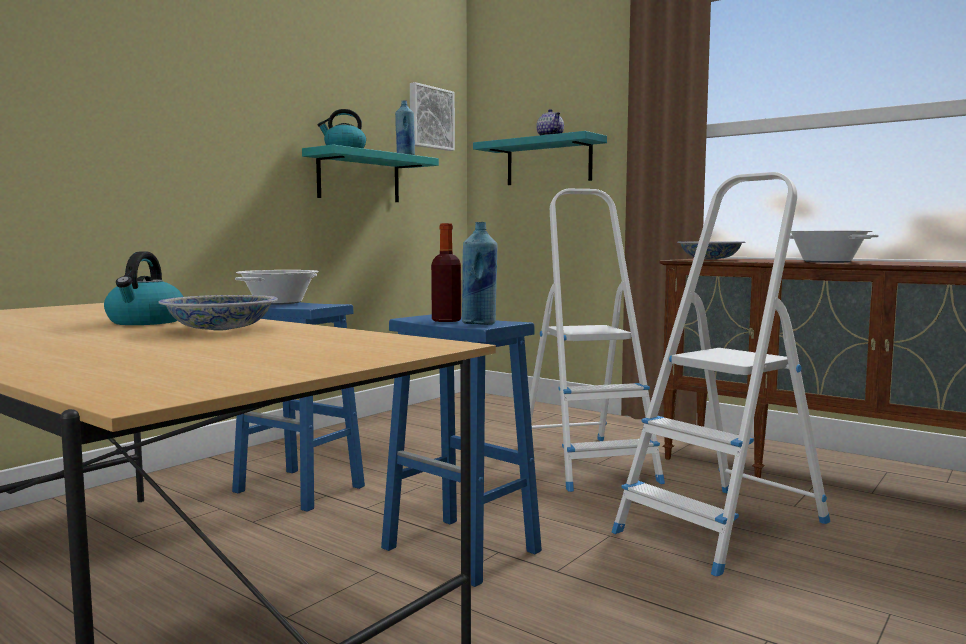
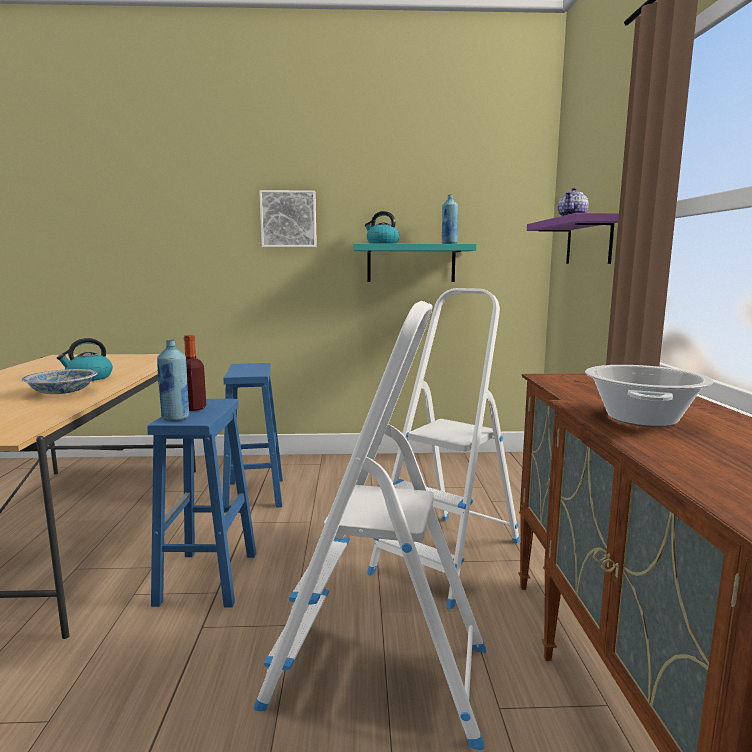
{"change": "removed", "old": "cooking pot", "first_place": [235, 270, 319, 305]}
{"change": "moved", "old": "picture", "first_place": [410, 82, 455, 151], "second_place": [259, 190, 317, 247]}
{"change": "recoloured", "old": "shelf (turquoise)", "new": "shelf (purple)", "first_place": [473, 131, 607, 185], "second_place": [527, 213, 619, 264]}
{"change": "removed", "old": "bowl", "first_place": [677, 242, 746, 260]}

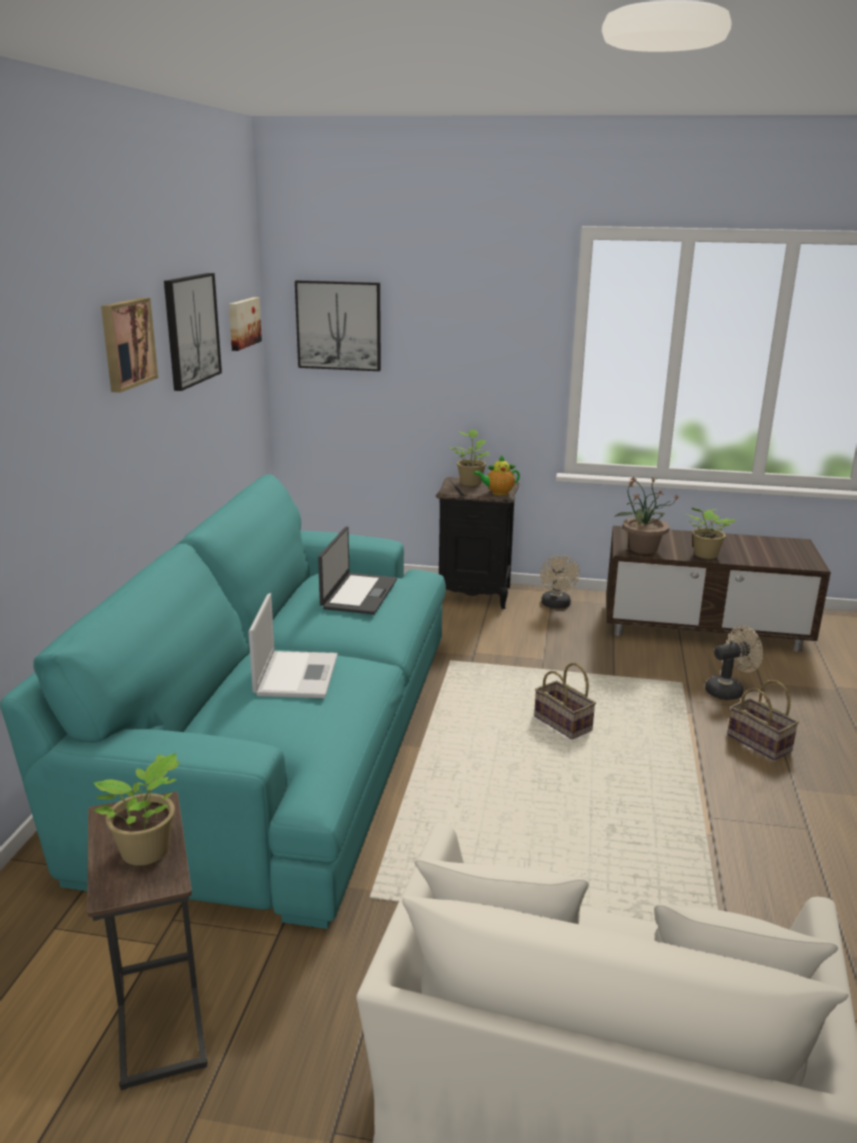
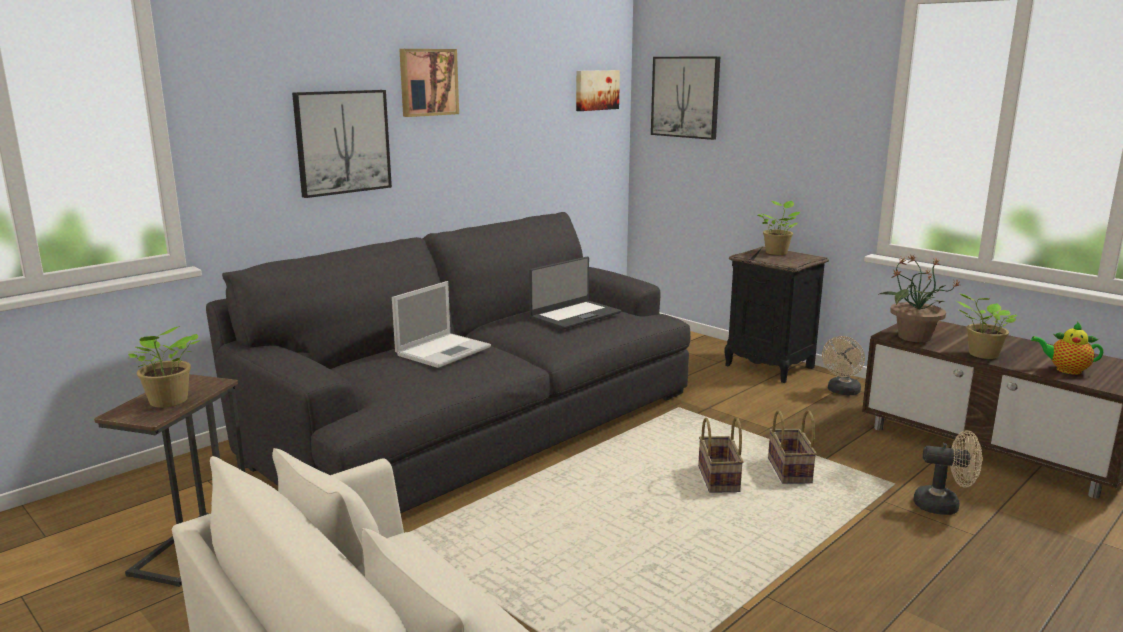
{"change": "recoloured", "old": "sofa (turquoise)", "new": "sofa (grey)", "first_place": [1, 474, 446, 929], "second_place": [206, 212, 691, 513]}
{"change": "moved", "old": "picture", "first_place": [164, 273, 222, 391], "second_place": [292, 90, 392, 198]}
{"change": "moved", "old": "teapot", "first_place": [473, 455, 520, 495], "second_place": [1031, 322, 1103, 375]}
{"change": "moved", "old": "basket", "first_place": [727, 680, 799, 760], "second_place": [768, 410, 817, 484]}

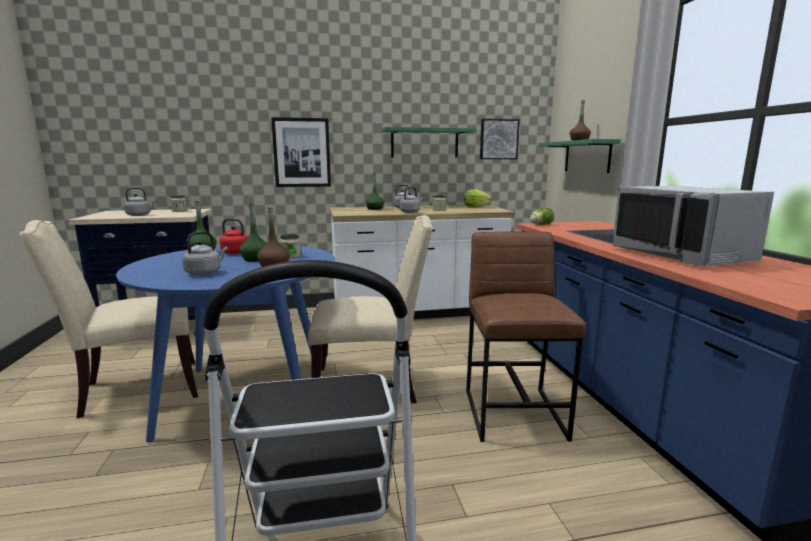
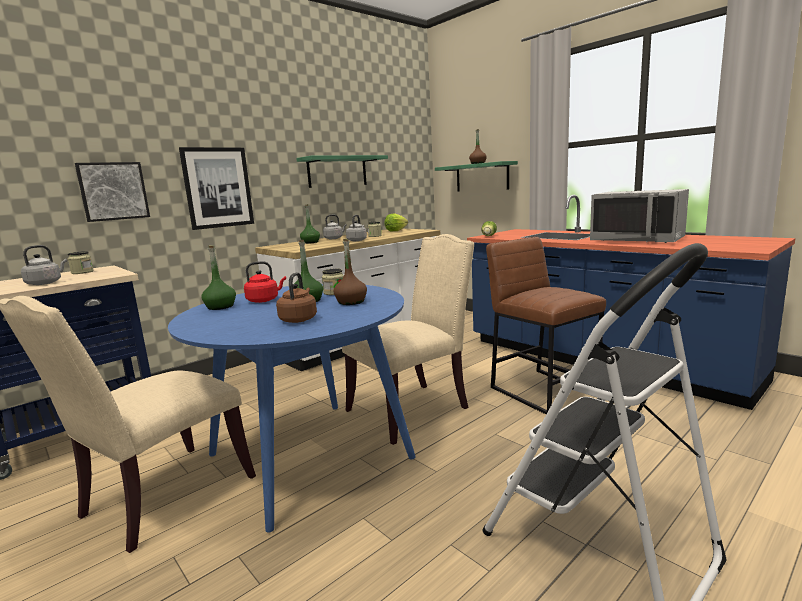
{"change": "recoloured", "old": "kettle (grey)", "new": "kettle (brown)", "first_place": [182, 231, 228, 275], "second_place": [276, 272, 317, 323]}
{"change": "moved", "old": "picture", "first_place": [480, 119, 520, 159], "second_place": [75, 162, 150, 222]}

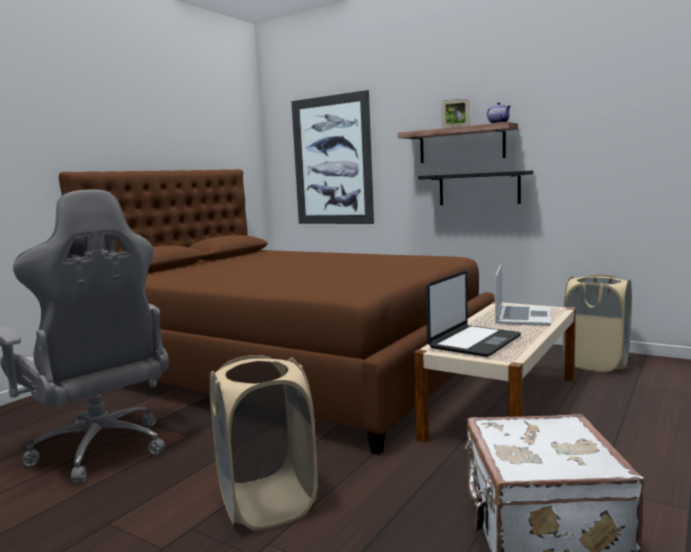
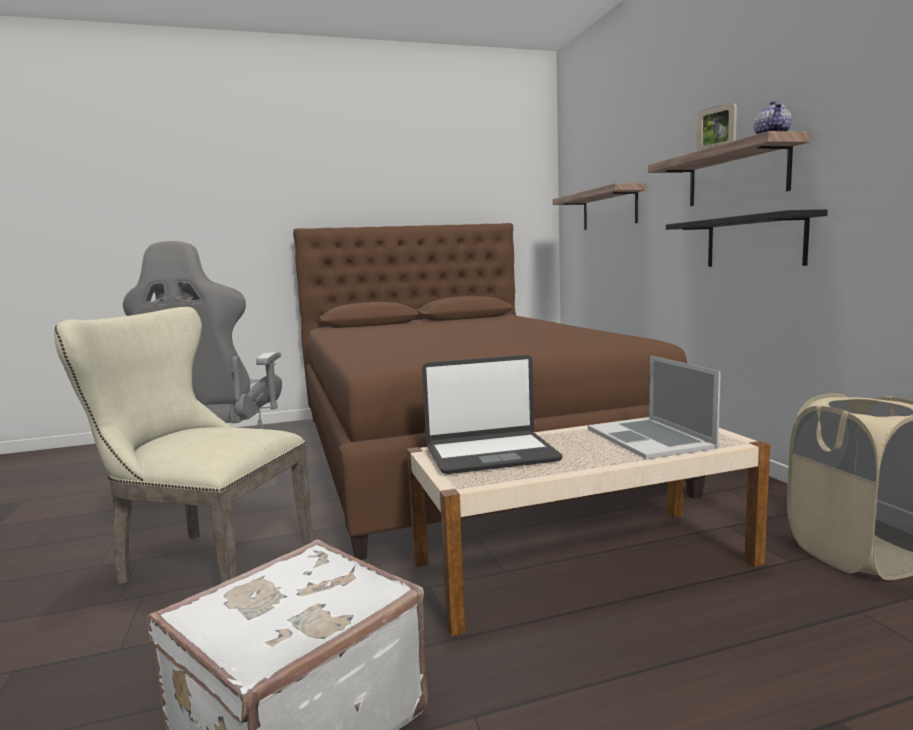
{"change": "replaced", "old": "laundry basket (beige)", "new": "chair (beige)", "first_place": [210, 355, 318, 530], "second_place": [54, 307, 314, 584]}
{"change": "replaced", "old": "picture", "new": "shelf", "first_place": [291, 90, 374, 224], "second_place": [553, 183, 646, 230]}
{"change": "turned", "old": "laptop", "first_place": [495, 264, 551, 326], "second_place": [588, 355, 721, 459], "degrees": 105}

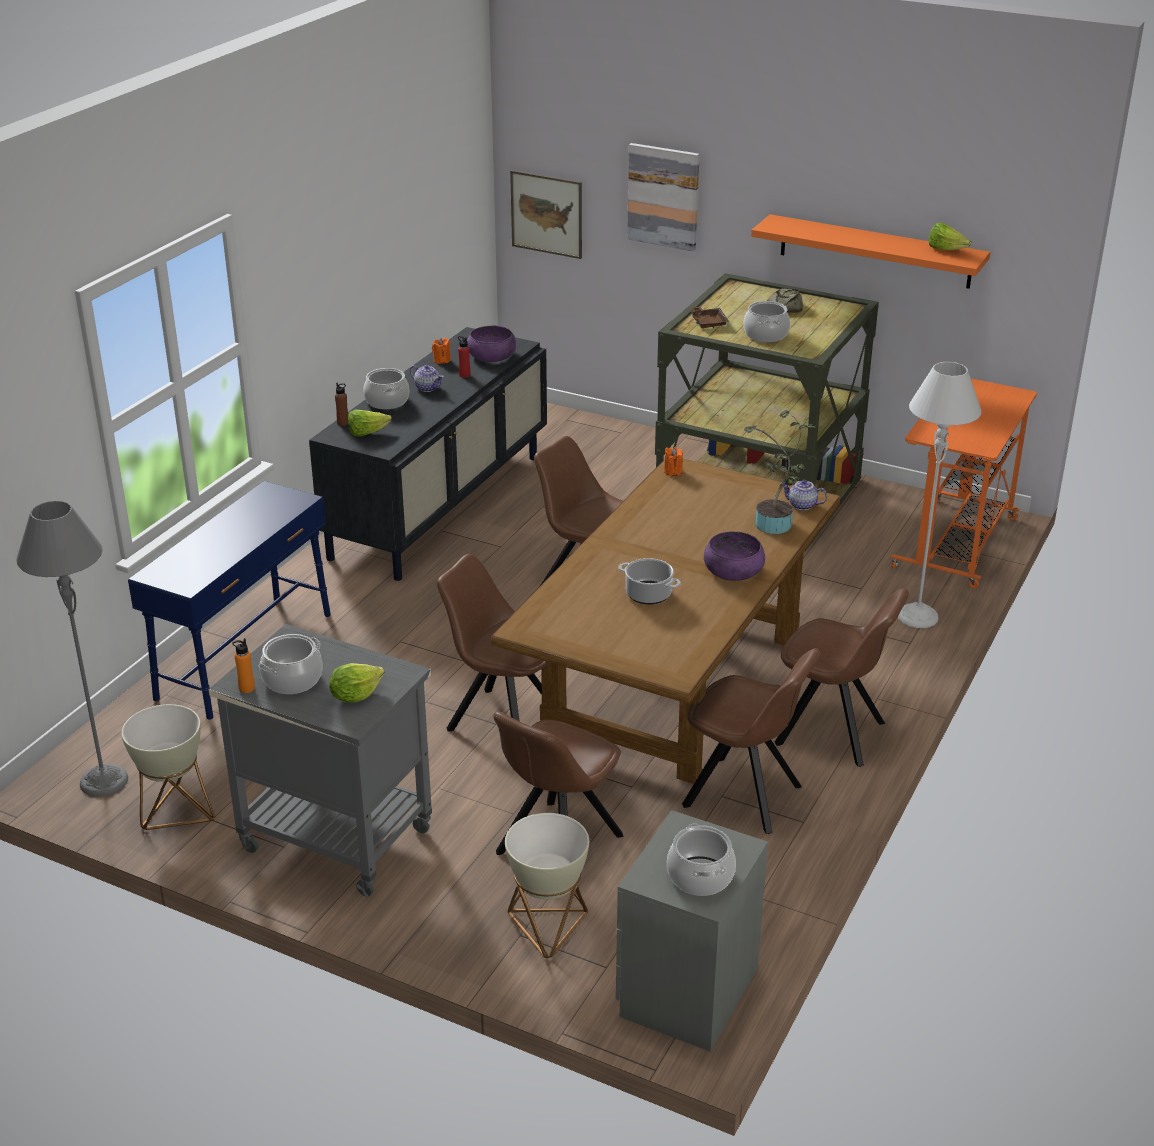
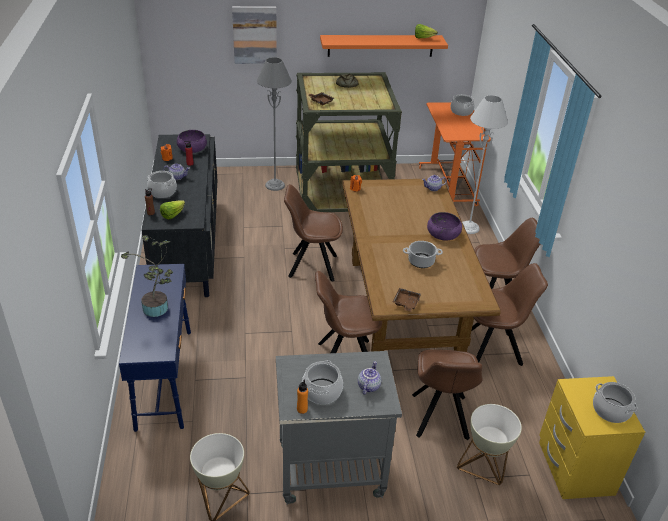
{"change": "moved", "old": "floor lamp (grey)", "first_place": [16, 501, 128, 797], "second_place": [257, 57, 292, 191]}
{"change": "replaced", "old": "lettuce", "new": "teapot", "first_place": [329, 663, 384, 703], "second_place": [358, 361, 381, 394]}
{"change": "removed", "old": "picture", "first_place": [510, 170, 582, 259]}
{"change": "recoloured", "old": "nightstand (grey)", "new": "nightstand (yellow)", "first_place": [616, 810, 768, 1052], "second_place": [539, 376, 645, 499]}
{"change": "moved", "old": "cooking pot", "first_place": [744, 301, 790, 342], "second_place": [451, 94, 474, 116]}
{"change": "moved", "old": "potted plant", "first_place": [744, 411, 814, 534], "second_place": [121, 235, 173, 317]}
{"change": "added", "new": "tray (brown)", "second_place": [393, 288, 422, 312]}

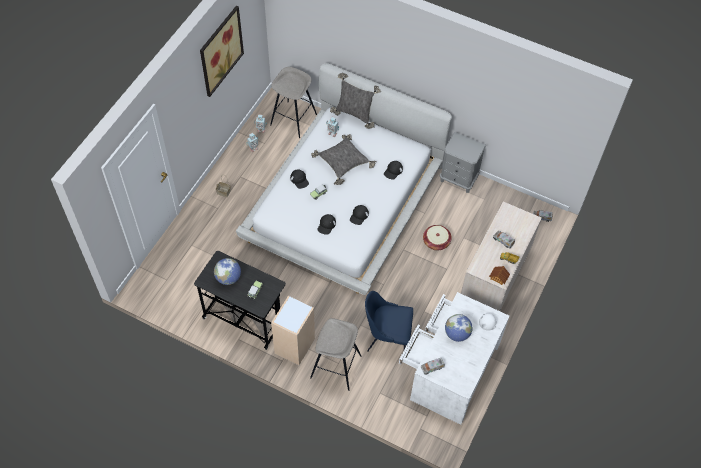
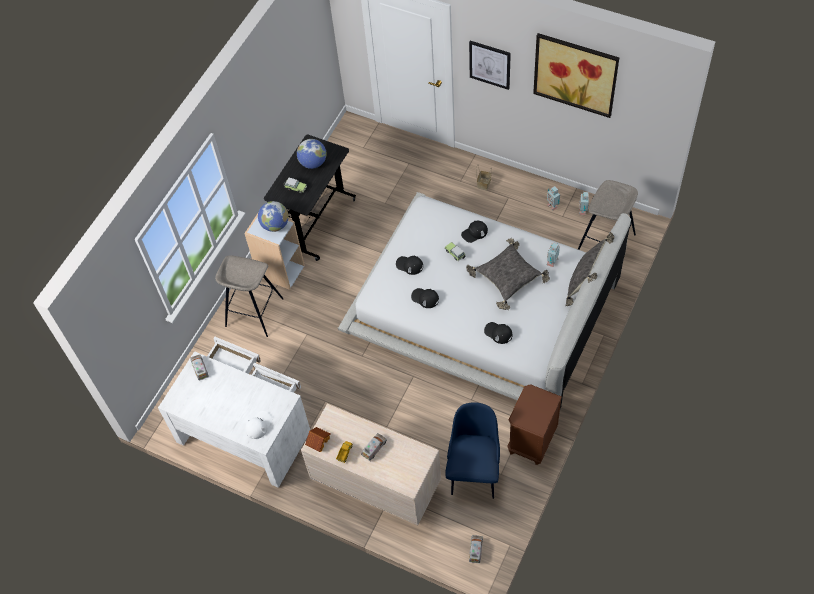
{"change": "moved", "old": "chair (blue)", "first_place": [365, 291, 413, 352], "second_place": [445, 402, 500, 499]}
{"change": "removed", "old": "basket", "first_place": [423, 225, 452, 251]}
{"change": "recoloured", "old": "nightstand (grey)", "new": "nightstand (brown)", "first_place": [440, 132, 486, 193], "second_place": [507, 384, 562, 465]}
{"change": "moved", "old": "globe", "first_place": [445, 314, 473, 342], "second_place": [258, 201, 289, 232]}
{"change": "added", "new": "picture", "second_place": [469, 41, 511, 90]}

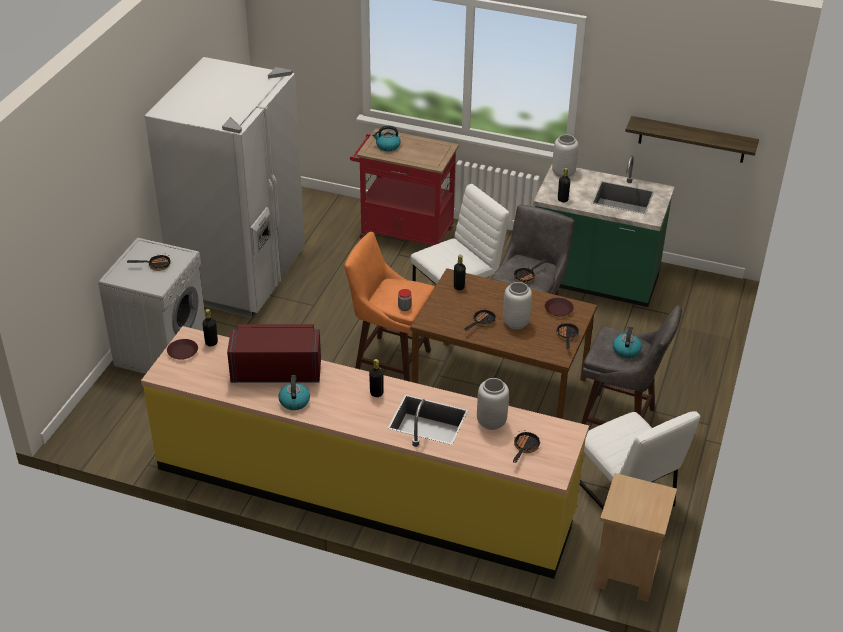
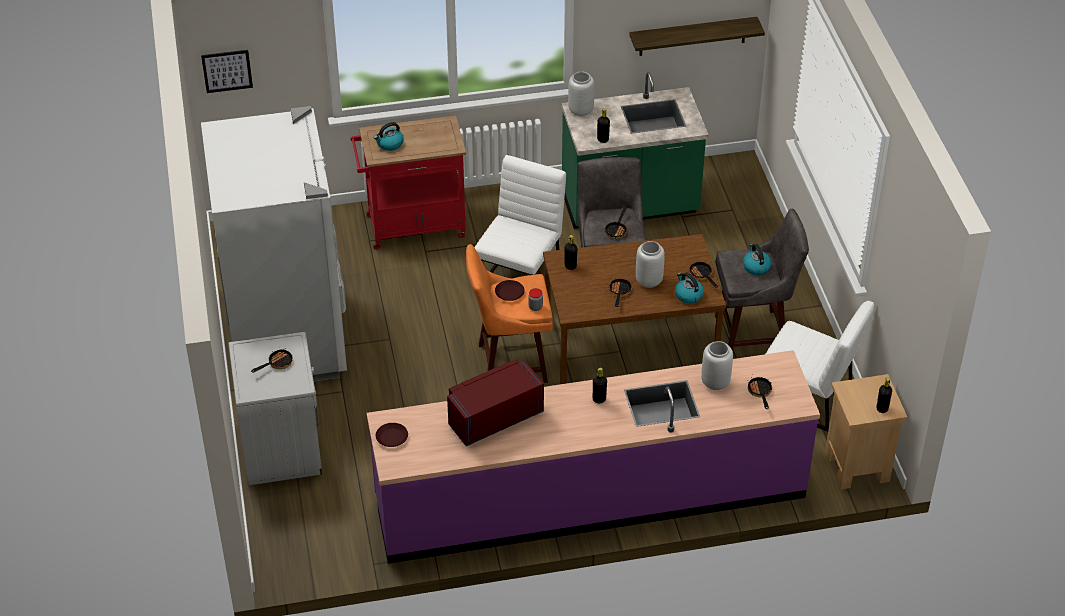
{"change": "recoloured", "old": "counter (yellow)", "new": "counter (purple)", "first_place": [141, 326, 589, 579], "second_place": [367, 350, 820, 564]}
{"change": "moved", "old": "bottle (black)", "first_place": [202, 309, 218, 346], "second_place": [877, 377, 892, 413]}
{"change": "moved", "old": "kettle", "first_place": [278, 375, 310, 410], "second_place": [675, 272, 704, 304]}
{"change": "moved", "old": "plate (brown)", "first_place": [545, 298, 574, 316], "second_place": [495, 280, 525, 301]}
{"change": "added", "new": "picture", "second_place": [201, 50, 253, 93]}

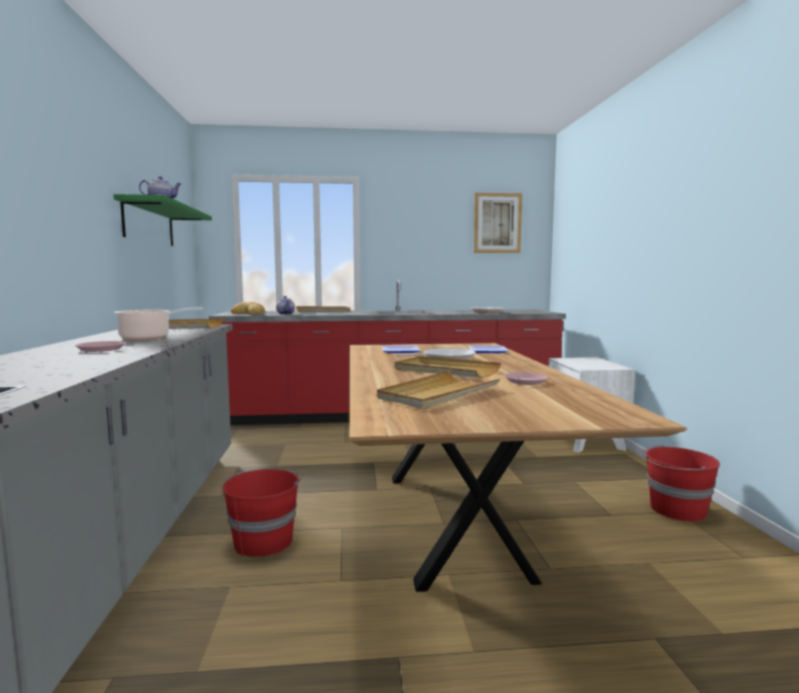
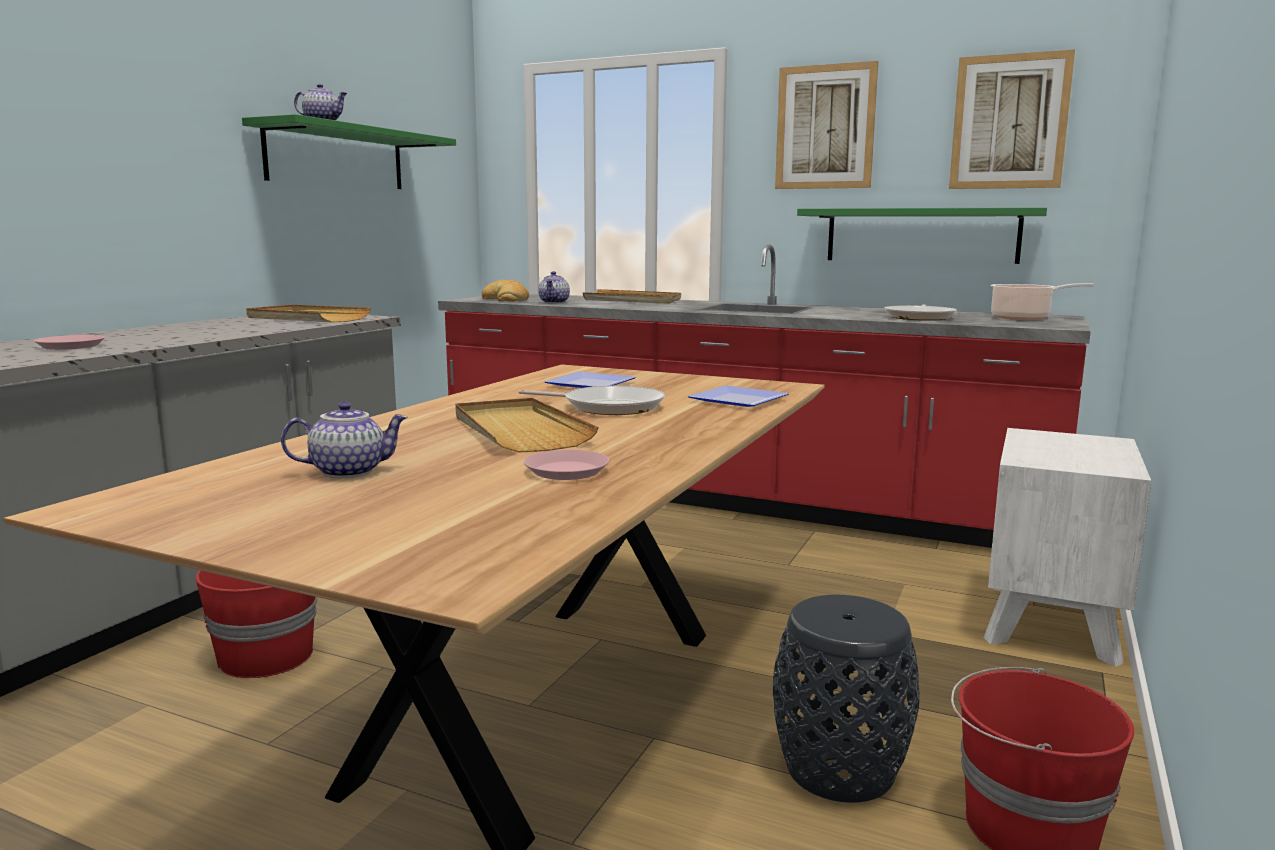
{"change": "moved", "old": "cooking pot", "first_place": [114, 307, 203, 340], "second_place": [990, 283, 1094, 320]}
{"change": "replaced", "old": "tray (beige)", "new": "teapot", "first_place": [377, 371, 500, 409], "second_place": [281, 402, 408, 478]}
{"change": "added", "new": "stool (black)", "second_place": [773, 595, 920, 803]}
{"change": "added", "new": "picture", "second_place": [775, 61, 878, 189]}
{"change": "added", "new": "shelf (green)", "second_place": [797, 207, 1047, 264]}

